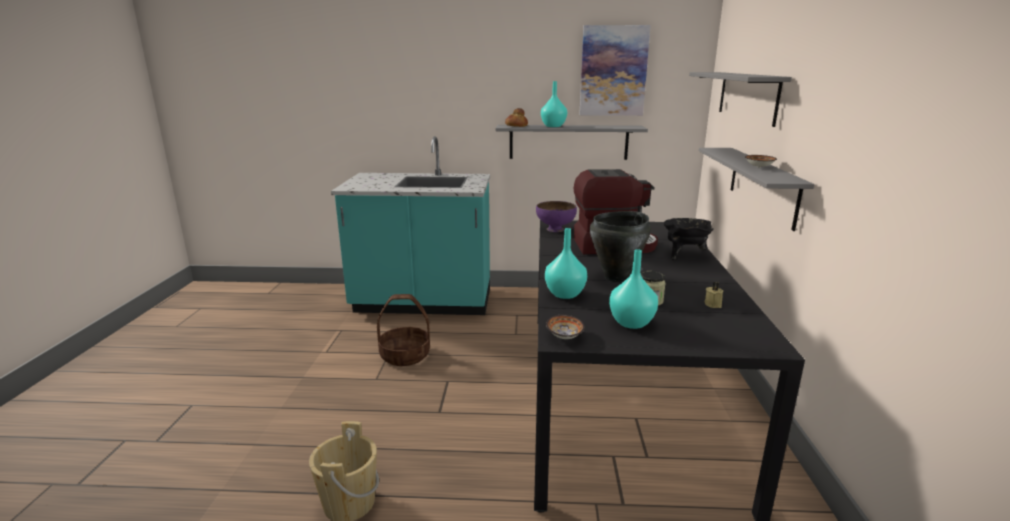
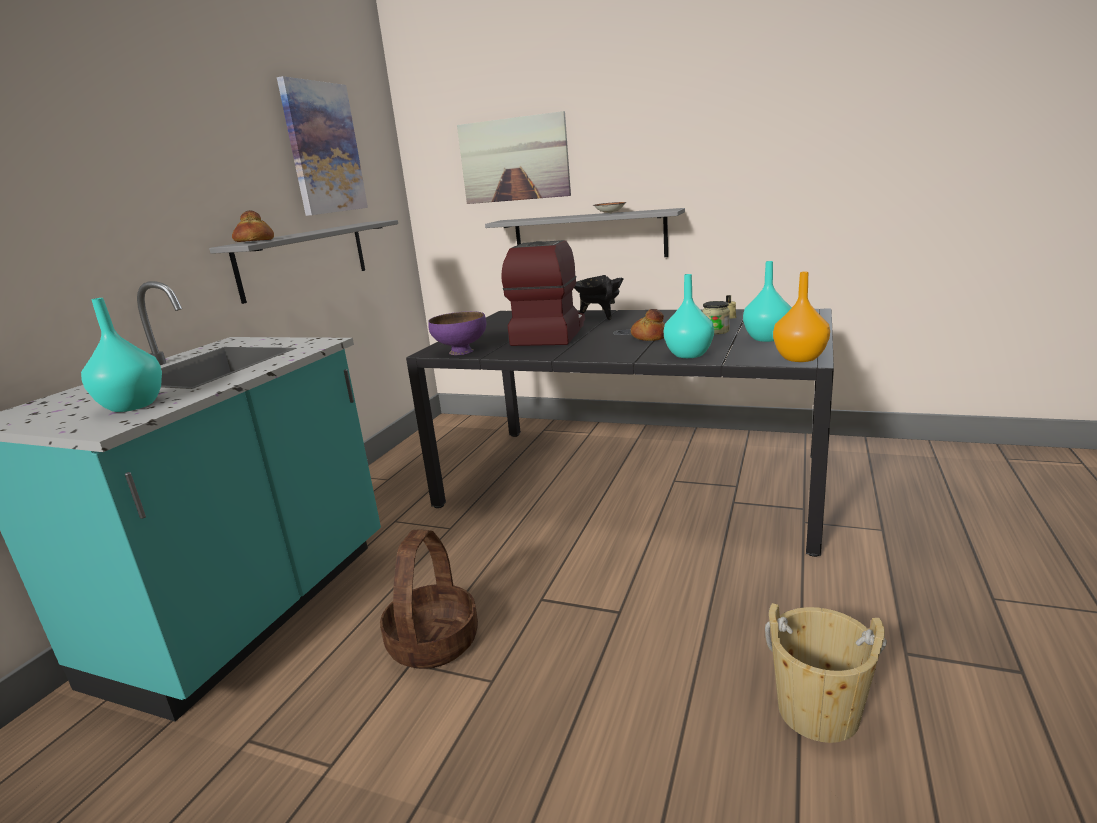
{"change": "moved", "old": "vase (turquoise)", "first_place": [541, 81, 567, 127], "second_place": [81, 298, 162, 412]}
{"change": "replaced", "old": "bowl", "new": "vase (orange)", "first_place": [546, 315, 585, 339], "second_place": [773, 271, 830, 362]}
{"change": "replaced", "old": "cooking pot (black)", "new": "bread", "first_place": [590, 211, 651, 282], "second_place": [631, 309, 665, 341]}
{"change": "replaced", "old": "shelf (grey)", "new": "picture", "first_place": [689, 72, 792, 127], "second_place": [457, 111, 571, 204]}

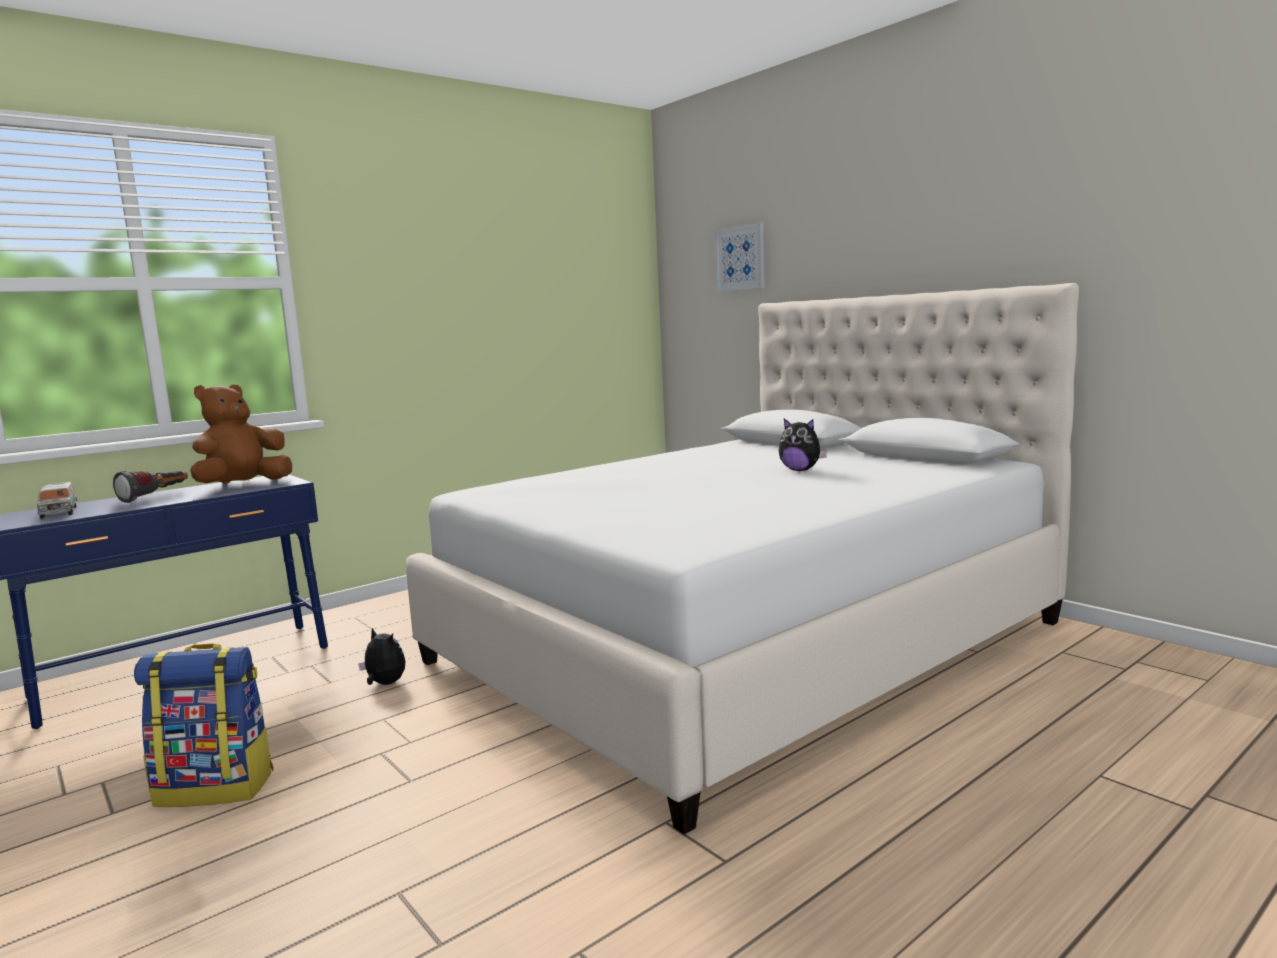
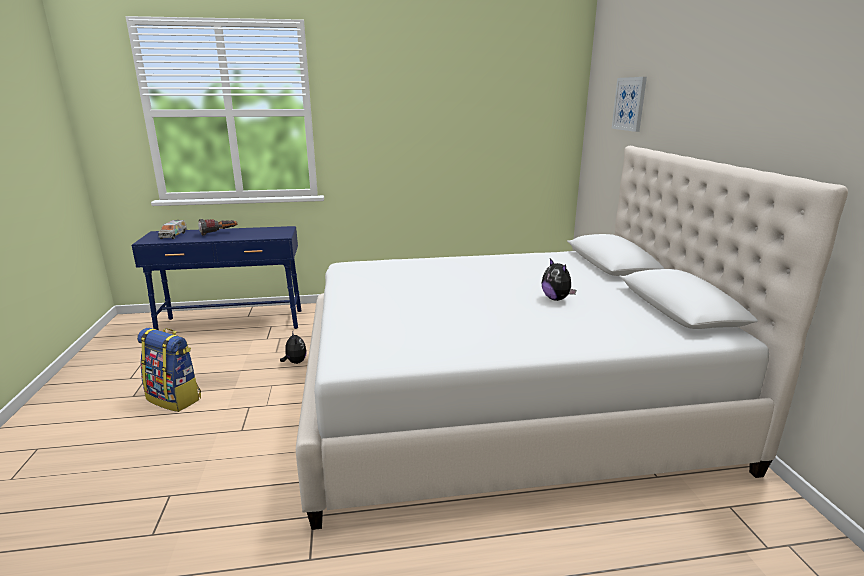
{"change": "removed", "old": "plush toy (brown)", "first_place": [190, 384, 292, 484]}

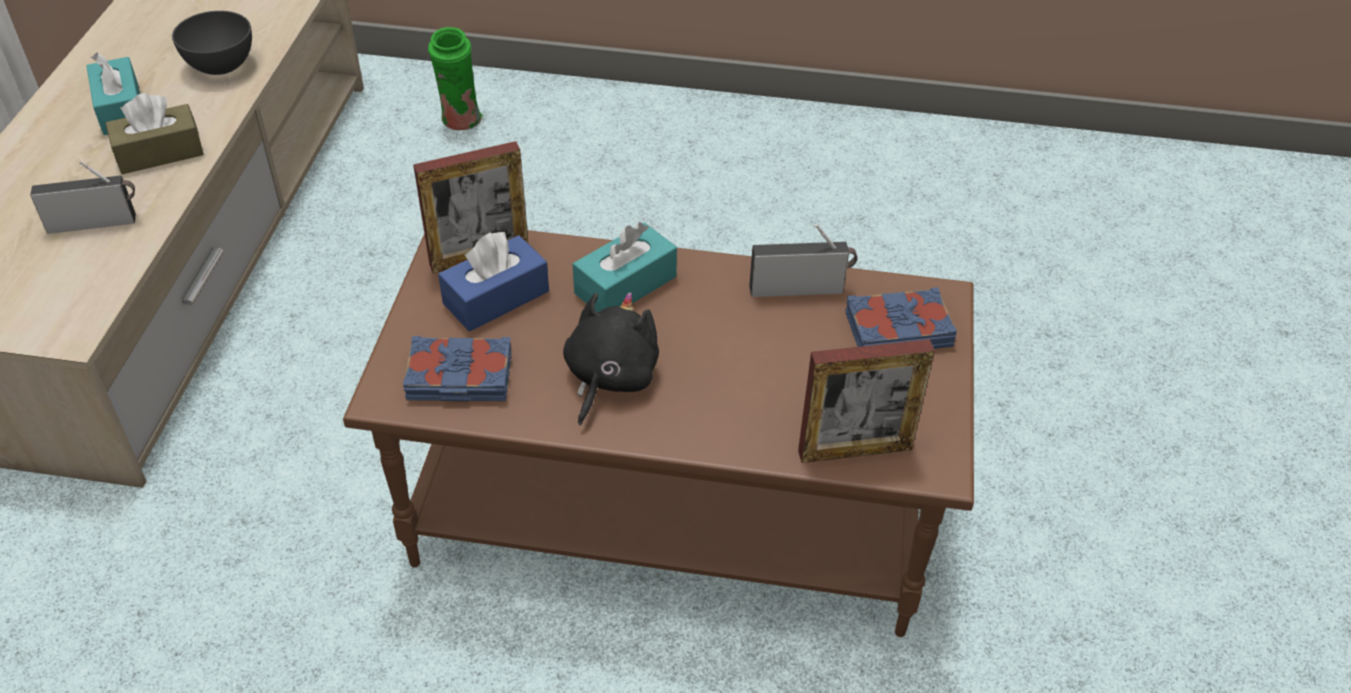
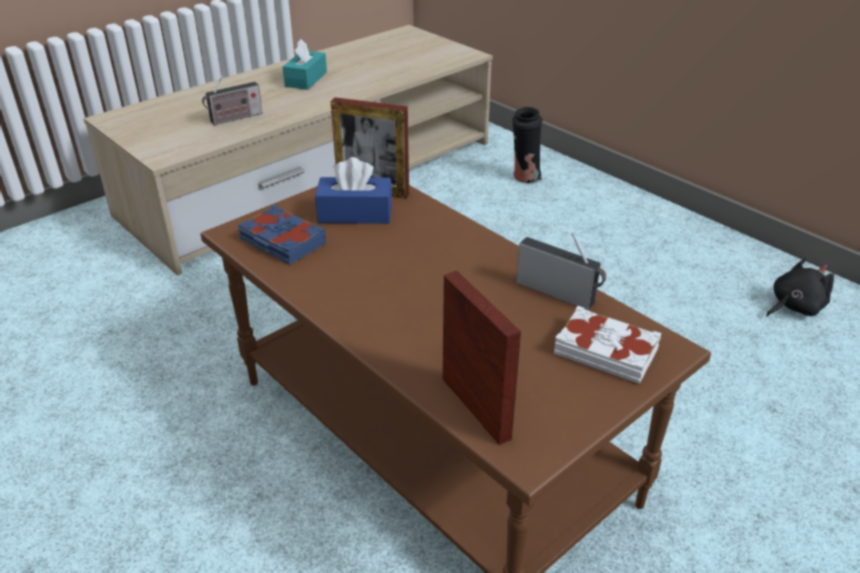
{"change": "turned", "old": "radio", "first_place": [30, 161, 136, 234], "second_place": [202, 73, 262, 125], "degrees": 120}
{"change": "removed", "old": "tissue box (brown)", "first_place": [105, 93, 204, 174]}
{"change": "removed", "old": "bowl (grey)", "first_place": [172, 11, 252, 75]}
{"change": "recoloured", "old": "vase (green)", "new": "vase (black)", "first_place": [428, 27, 483, 130], "second_place": [512, 107, 543, 183]}
{"change": "moved", "old": "plush toy (black)", "first_place": [563, 292, 659, 426], "second_place": [766, 257, 834, 317]}
{"change": "removed", "old": "tissue box (turquoise)", "first_place": [573, 222, 677, 312]}
{"change": "turned", "old": "picture frame", "first_place": [798, 339, 935, 463], "second_place": [442, 271, 521, 445], "degrees": -150}
{"change": "recoloured", "old": "book (blue)", "new": "book (white)", "first_place": [845, 287, 957, 349], "second_place": [554, 306, 661, 384]}

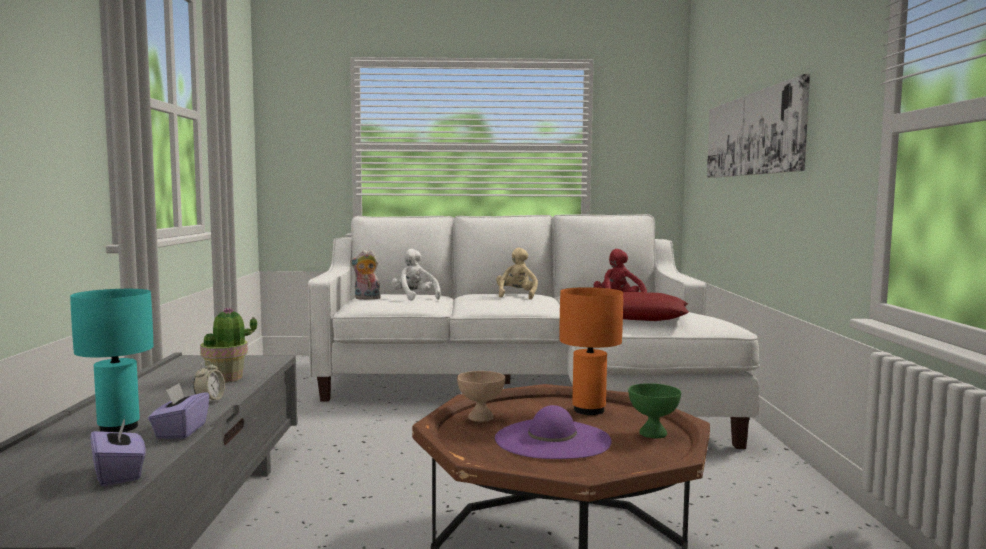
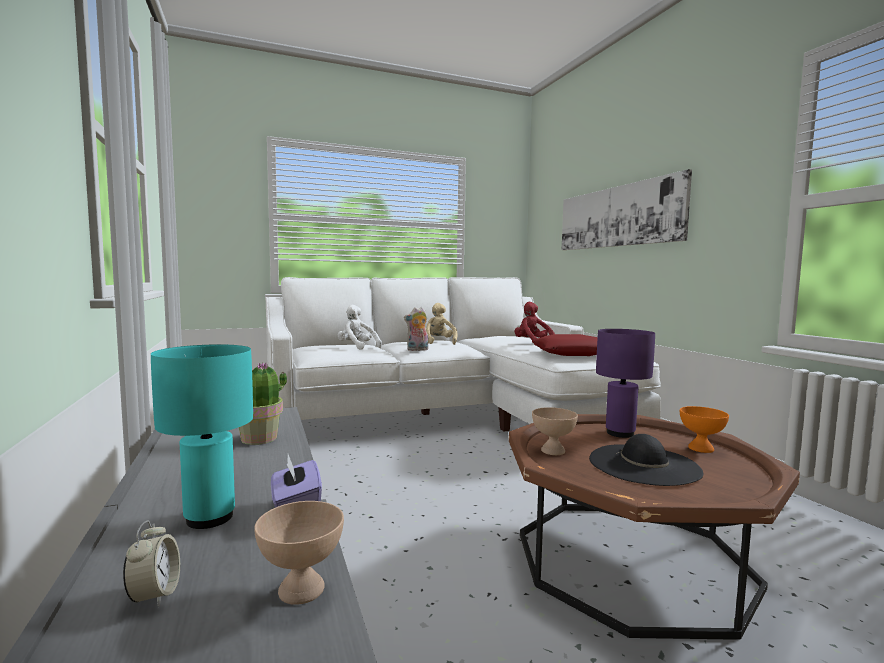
{"change": "replaced", "old": "tissue box (purple)", "new": "bowl (beige)", "first_place": [90, 417, 146, 486], "second_place": [254, 501, 344, 605]}
{"change": "moved", "old": "alarm clock", "first_place": [193, 361, 225, 404], "second_place": [123, 520, 180, 607]}
{"change": "moved", "old": "plush toy", "first_place": [350, 250, 381, 299], "second_place": [404, 307, 428, 351]}
{"change": "recoloured", "old": "hat (purple)", "new": "hat (black)", "first_place": [495, 405, 612, 459], "second_place": [589, 434, 703, 486]}
{"change": "recoloured", "old": "table lamp (orange)", "new": "table lamp (purple)", "first_place": [560, 287, 623, 415], "second_place": [596, 329, 655, 438]}
{"change": "recoloured", "old": "bowl (green)", "new": "bowl (orange)", "first_place": [628, 383, 681, 438], "second_place": [680, 406, 729, 453]}

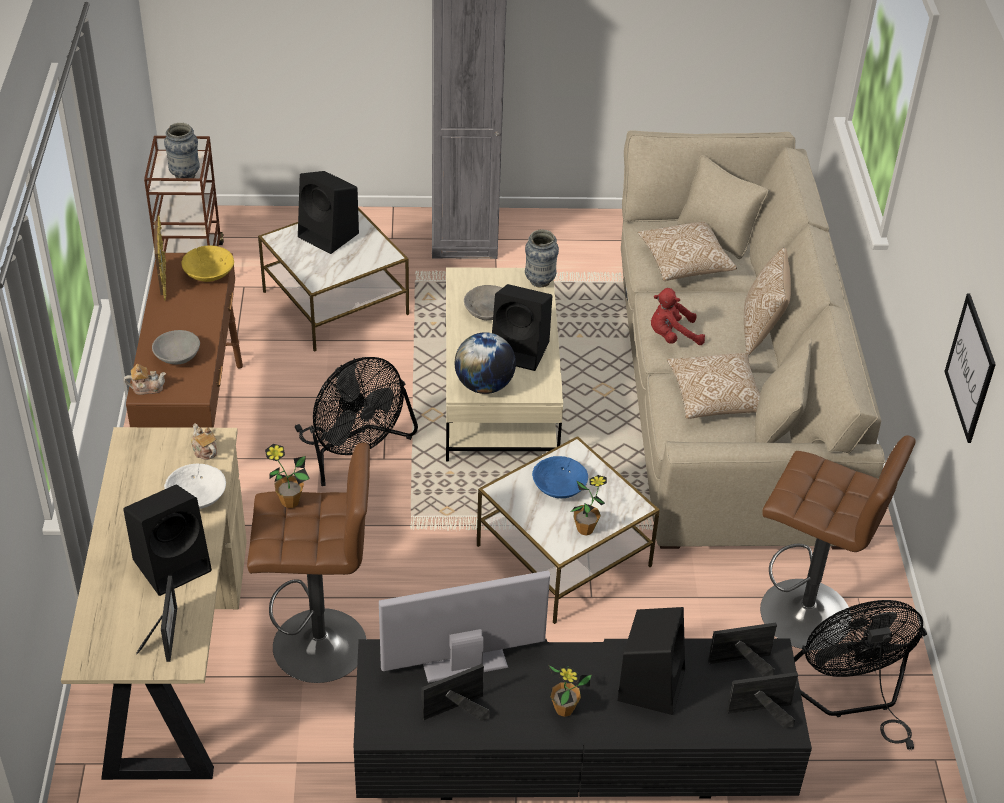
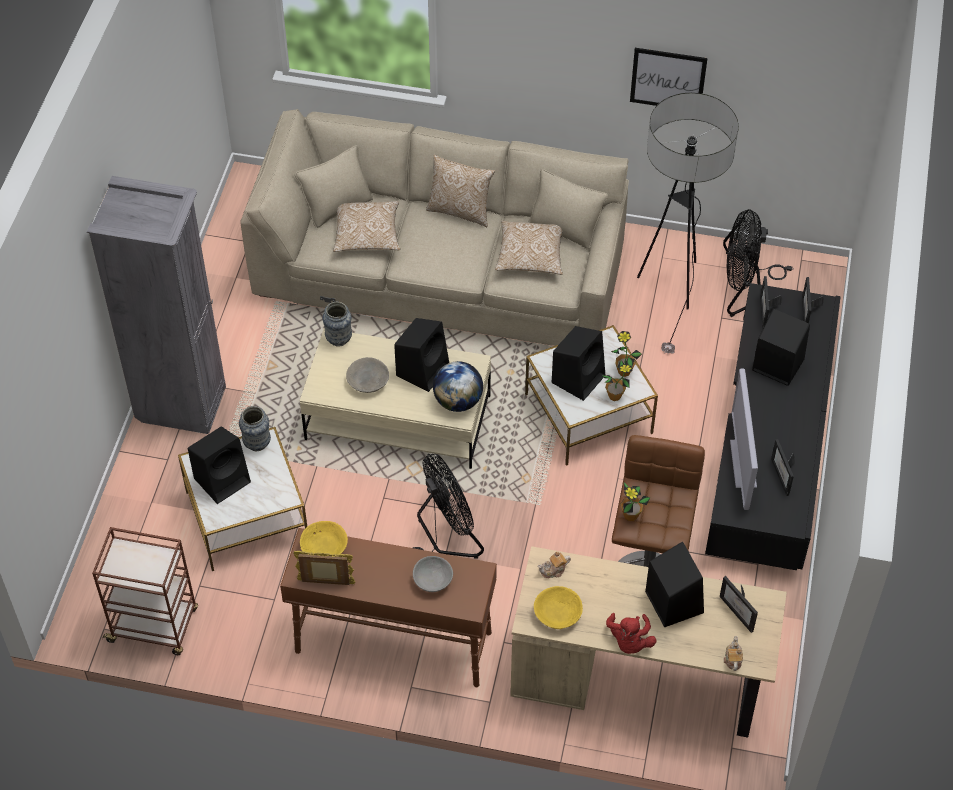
{"change": "moved", "old": "teapot", "first_place": [124, 364, 166, 395], "second_place": [724, 636, 743, 671]}
{"change": "turned", "old": "picture frame", "first_place": [136, 576, 177, 662], "second_place": [720, 576, 758, 633], "degrees": -135}
{"change": "moved", "old": "vase", "first_place": [164, 123, 200, 178], "second_place": [239, 406, 271, 451]}
{"change": "removed", "old": "bowl (white)", "first_place": [164, 463, 226, 509]}
{"change": "replaced", "old": "bowl (blue)", "new": "speaker (black)", "first_place": [532, 456, 588, 498], "second_place": [552, 326, 605, 401]}
{"change": "moved", "old": "potted plant", "first_place": [549, 665, 592, 717], "second_place": [602, 361, 633, 401]}
{"change": "moved", "old": "plush toy (red)", "first_place": [651, 288, 705, 345], "second_place": [606, 613, 656, 654]}
{"change": "replaced", "old": "stool (brown)", "new": "floor lamp", "first_place": [760, 435, 916, 650], "second_place": [637, 93, 739, 354]}
{"change": "added", "new": "bowl (yellow)", "second_place": [534, 586, 583, 629]}

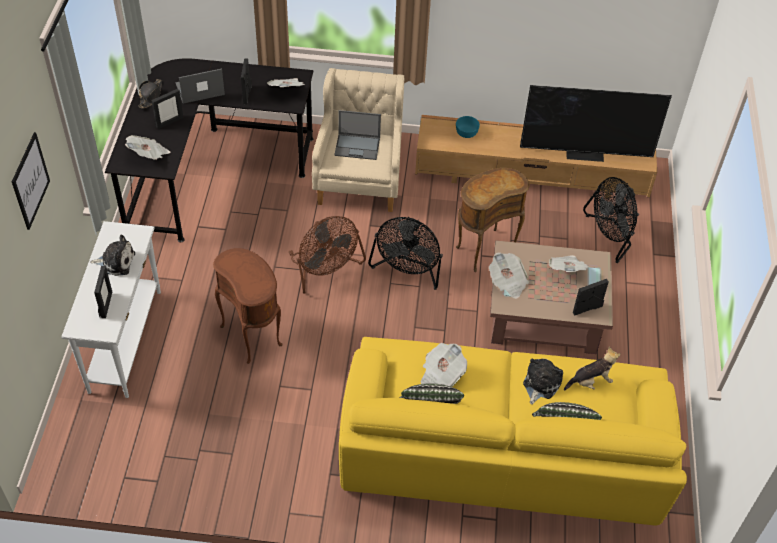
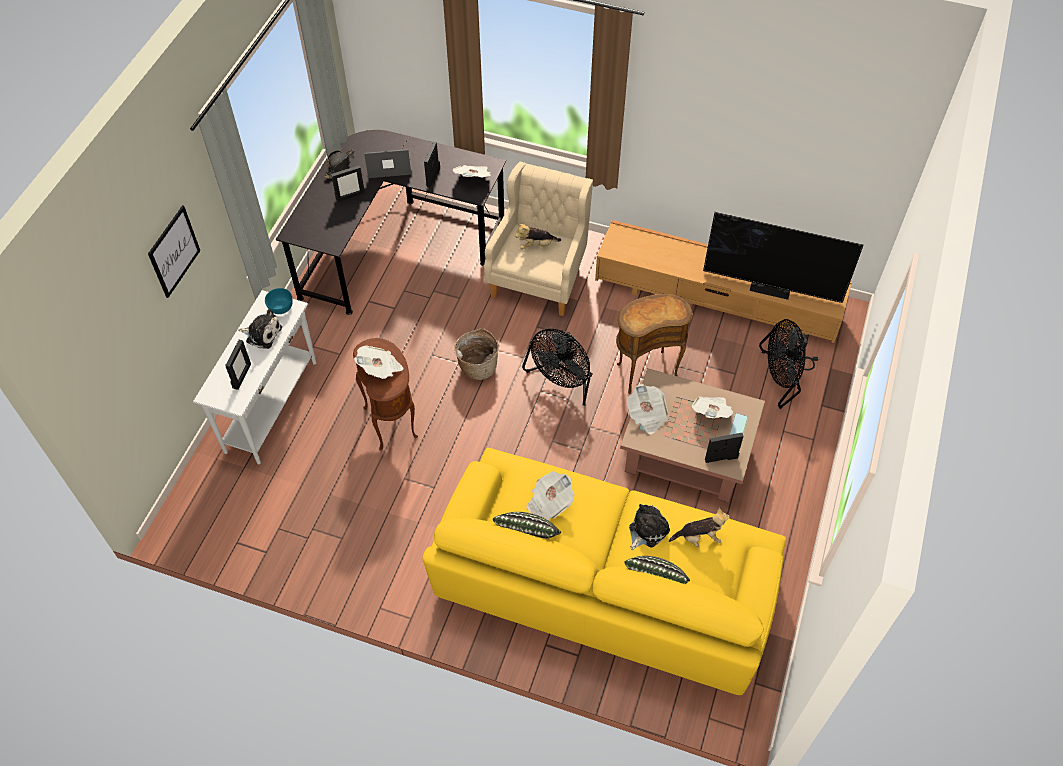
{"change": "moved", "old": "newspaper", "first_place": [125, 135, 171, 160], "second_place": [354, 345, 403, 379]}
{"change": "replaced", "old": "fan (brown)", "new": "basket", "first_place": [289, 216, 366, 294], "second_place": [454, 329, 499, 380]}
{"change": "replaced", "old": "laptop", "new": "plush toy", "first_place": [334, 110, 381, 160], "second_place": [515, 223, 561, 250]}
{"change": "moved", "old": "bowl (turquoise)", "first_place": [456, 116, 480, 138], "second_place": [265, 288, 292, 314]}

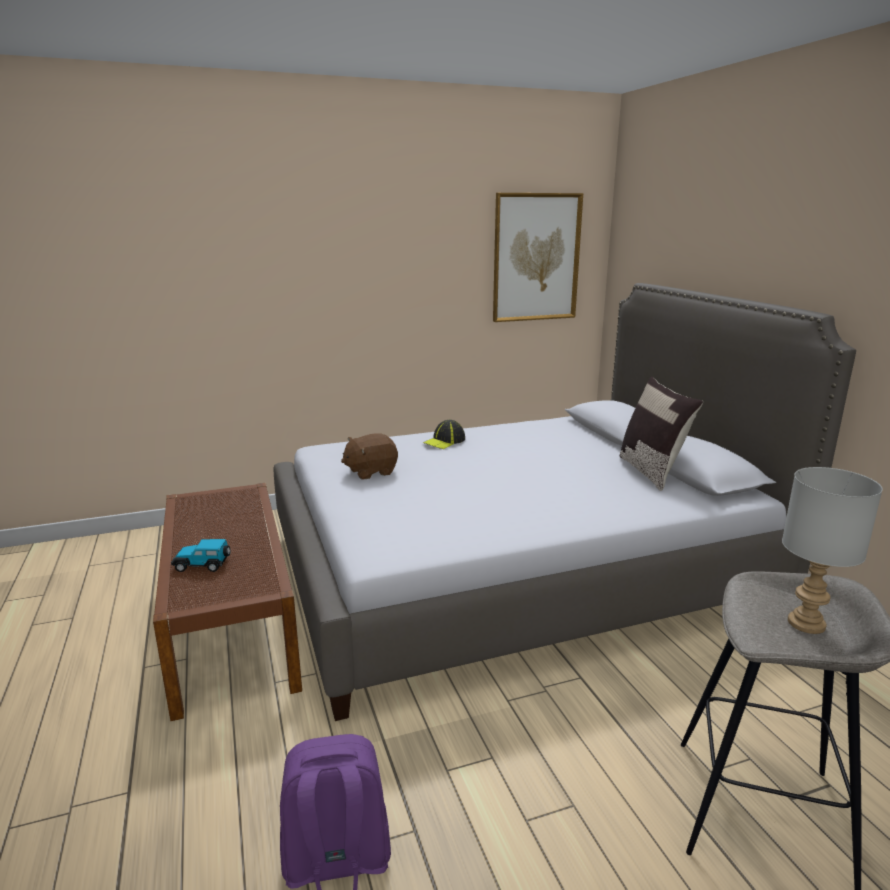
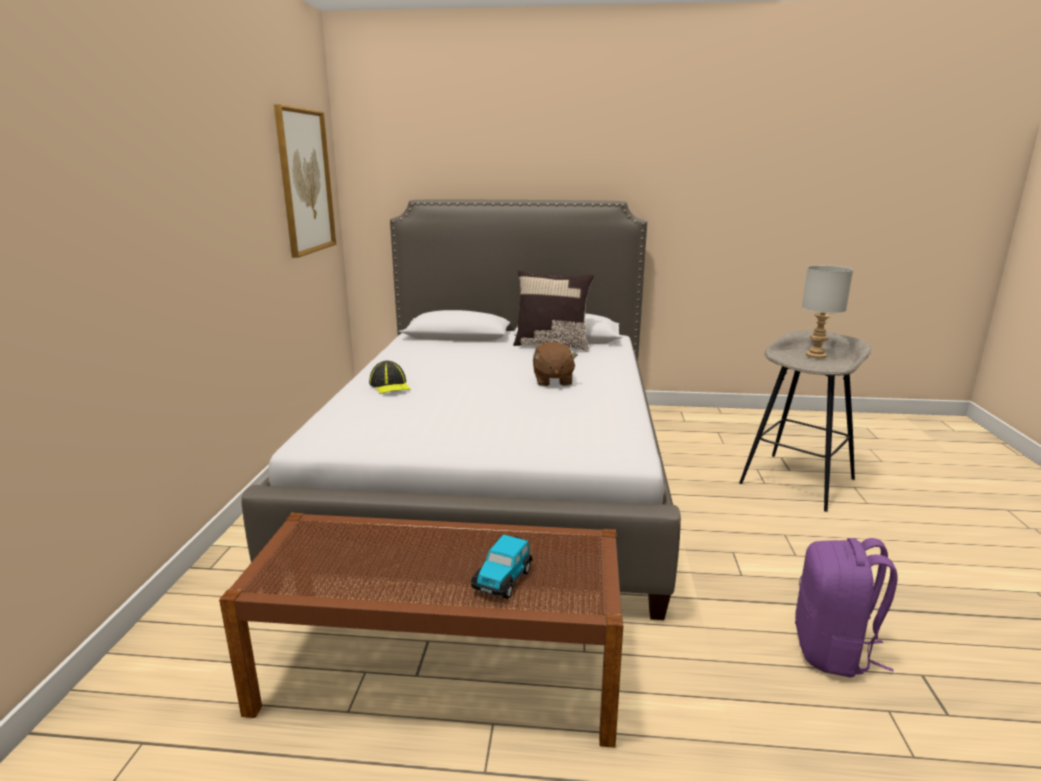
{"change": "moved", "old": "plush toy (brown)", "first_place": [341, 433, 398, 480], "second_place": [533, 341, 578, 386]}

